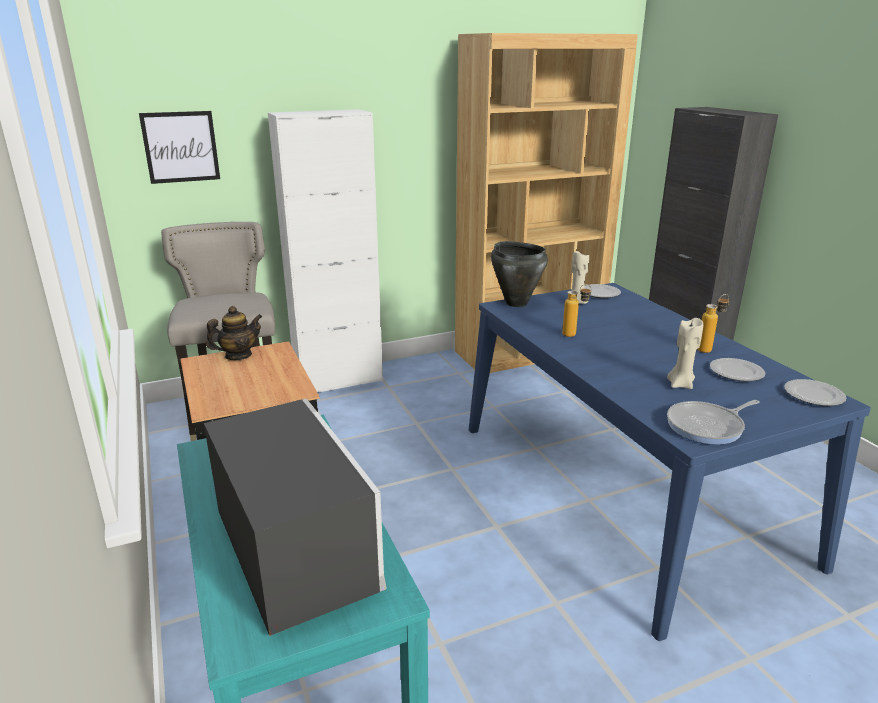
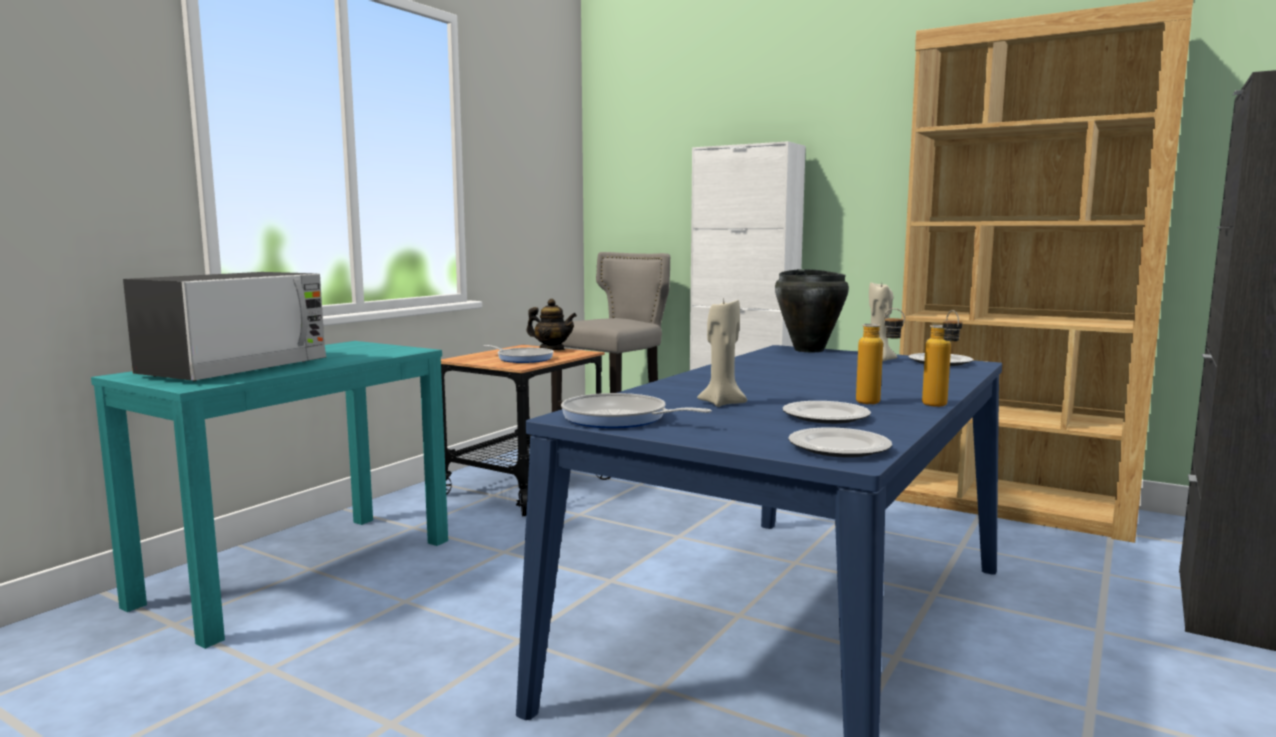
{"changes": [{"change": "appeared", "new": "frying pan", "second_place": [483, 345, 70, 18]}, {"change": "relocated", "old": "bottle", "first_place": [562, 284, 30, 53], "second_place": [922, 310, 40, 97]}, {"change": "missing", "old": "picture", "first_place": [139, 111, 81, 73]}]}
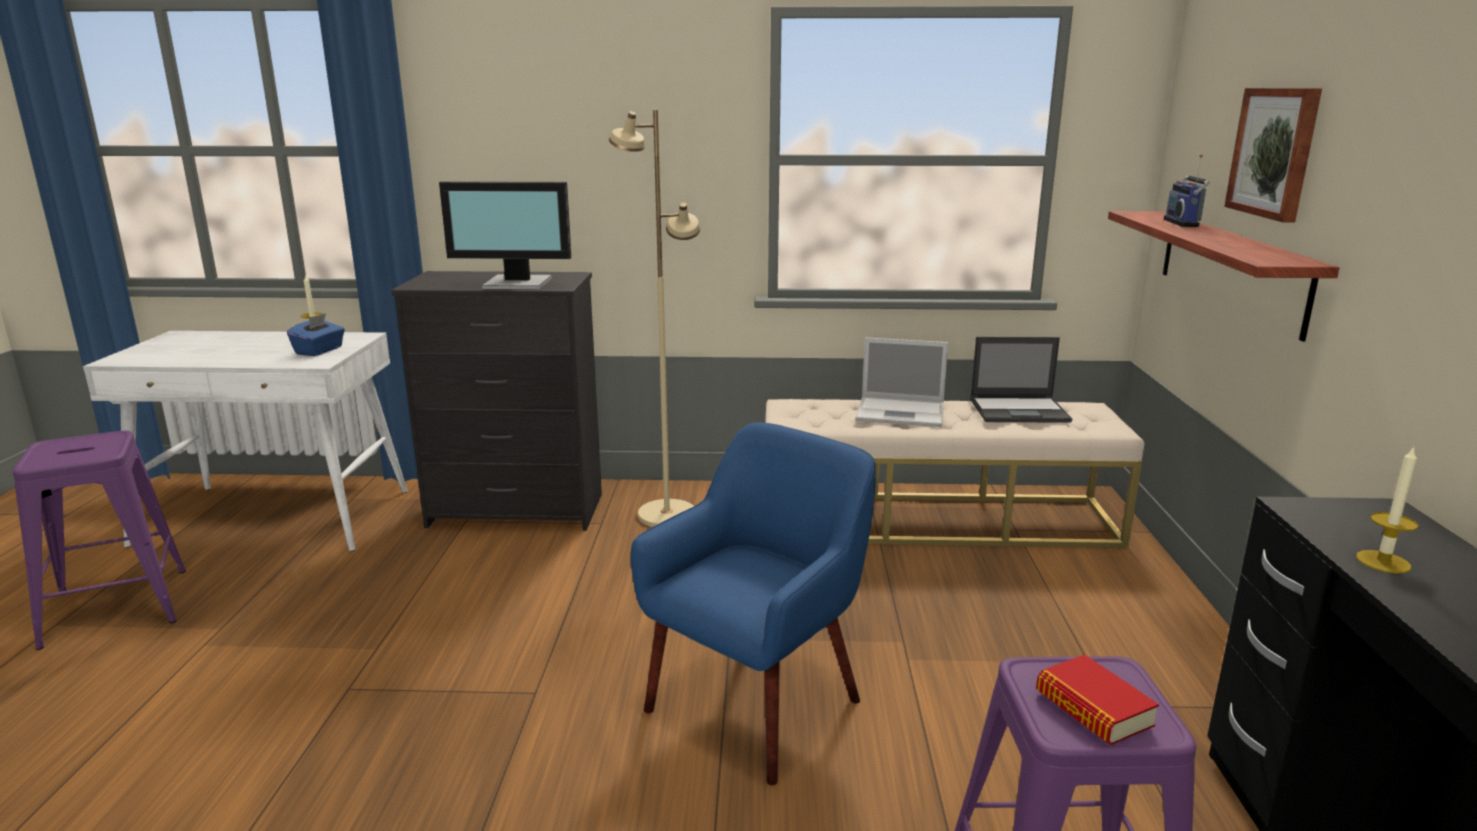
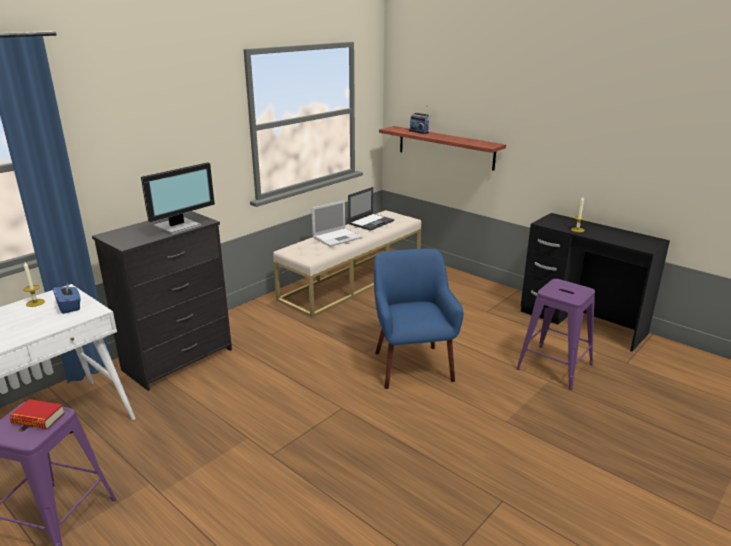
{"changes": [{"change": "relocated", "old": "book", "first_place": [1036, 655, 123, 90], "second_place": [9, 399, 56, 30]}, {"change": "missing", "old": "floor lamp/beige", "first_place": [609, 110, 91, 417]}, {"change": "missing", "old": "picture", "first_place": [1224, 88, 98, 134]}]}
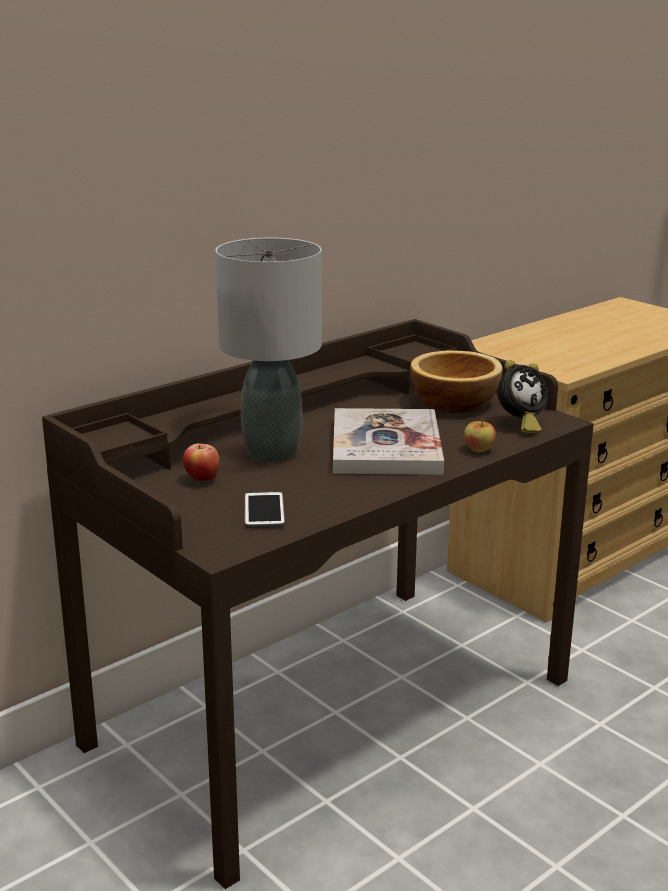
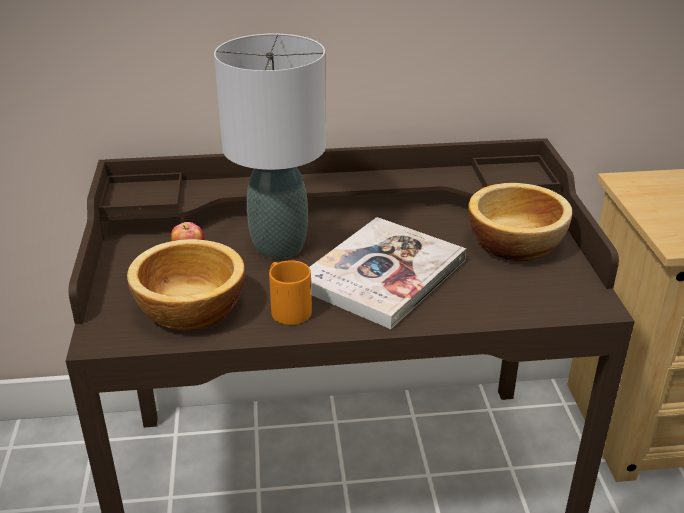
{"changes": [{"change": "exchanged", "old": "phone", "new": "bowl", "first_place": [244, 491, 41, 37], "second_place": [127, 239, 118, 92]}, {"change": "appeared", "new": "mug/orange", "second_place": [269, 260, 43, 65]}, {"change": "missing", "old": "apple", "first_place": [464, 419, 32, 33]}, {"change": "missing", "old": "alarm clock", "first_place": [498, 360, 50, 73]}]}
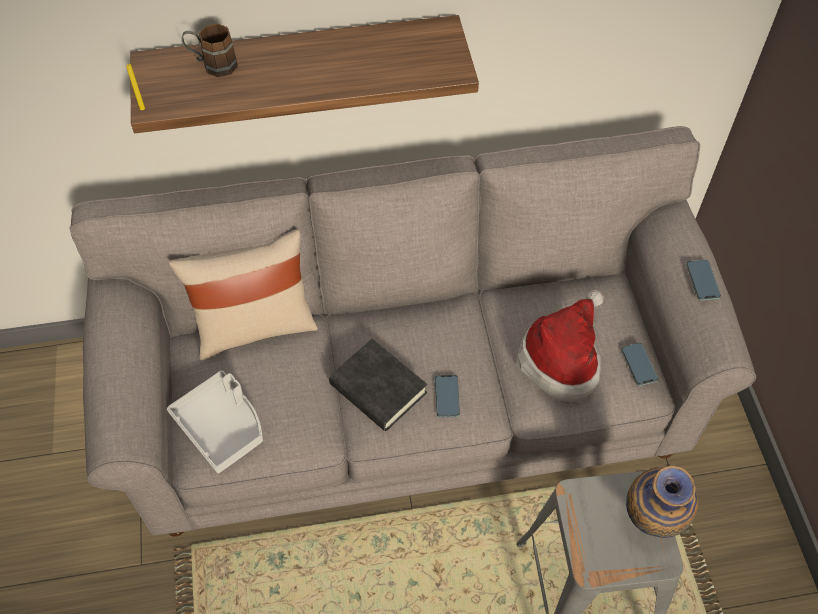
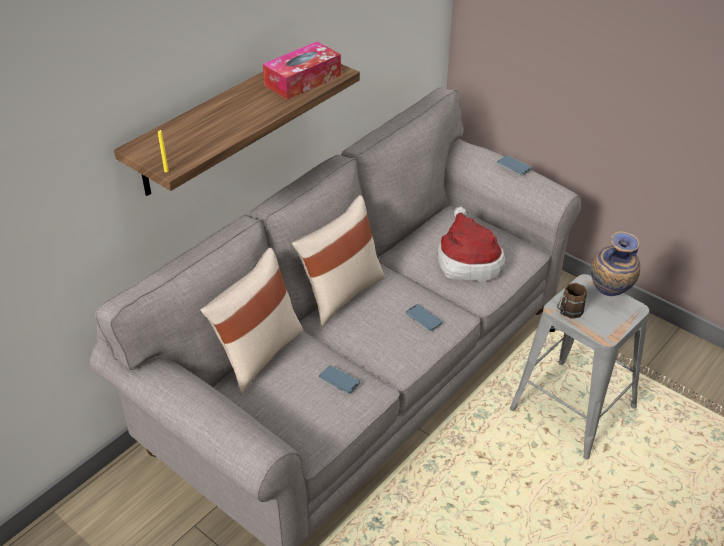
{"changes": [{"change": "appeared", "new": "tissue box", "second_place": [263, 42, 78, 58]}, {"change": "appeared", "new": "pillow/beige", "second_place": [292, 195, 93, 132]}, {"change": "relocated", "old": "phone", "first_place": [621, 343, 37, 43], "second_place": [319, 365, 41, 29]}, {"change": "relocated", "old": "mug/brown", "first_place": [182, 24, 56, 53], "second_place": [557, 283, 30, 36]}, {"change": "missing", "old": "tray/grey", "first_place": [167, 371, 96, 102]}, {"change": "missing", "old": "book/black", "first_place": [329, 339, 98, 92]}]}
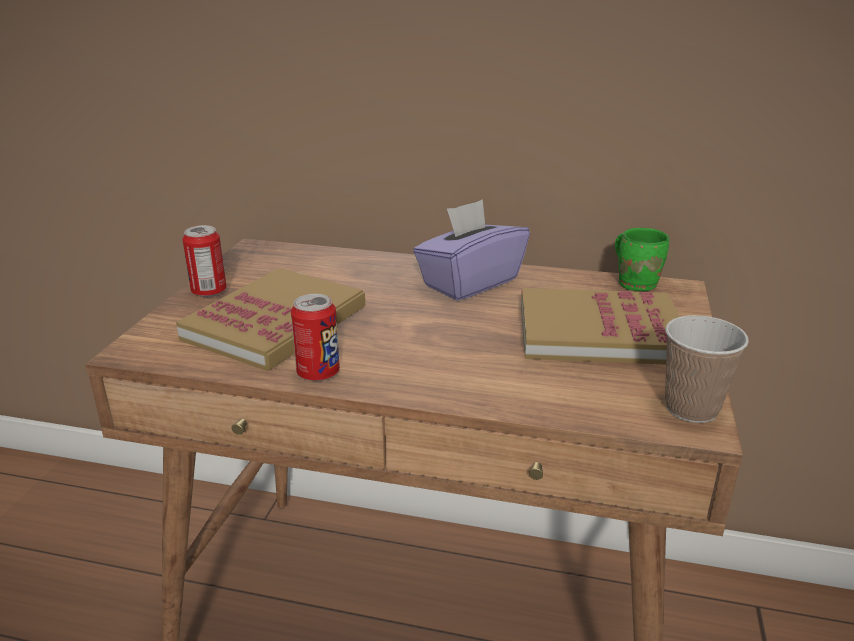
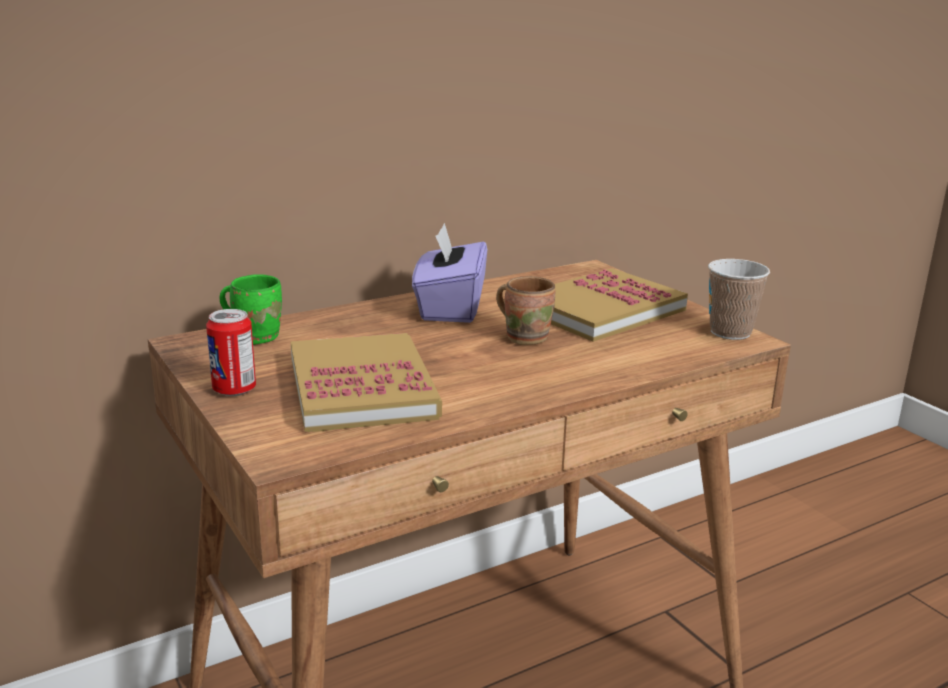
{"changes": [{"change": "relocated", "old": "mug/green", "first_place": [615, 228, 54, 63], "second_place": [220, 274, 62, 71]}, {"change": "appeared", "new": "mug/brown", "second_place": [496, 276, 59, 69]}, {"change": "missing", "old": "can", "first_place": [291, 294, 49, 87]}]}
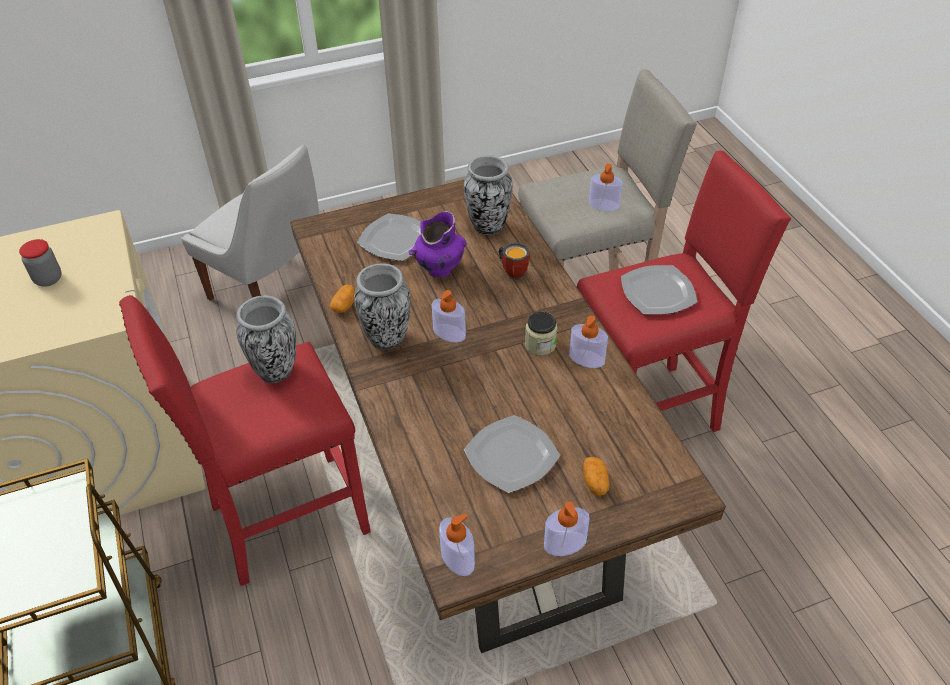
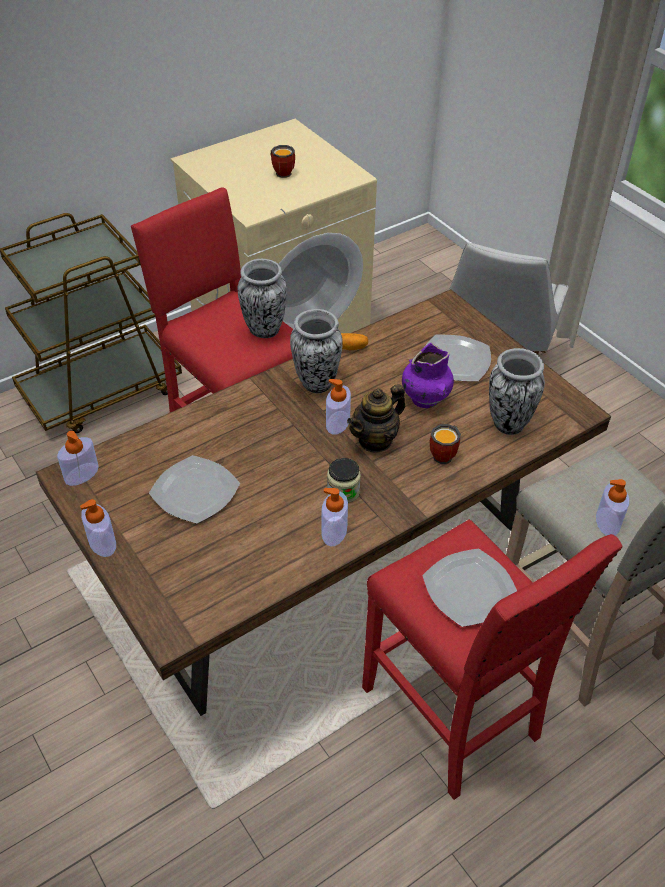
{"changes": [{"change": "exchanged", "old": "jar", "new": "mug", "first_place": [19, 239, 42, 48], "second_place": [271, 145, 24, 33]}, {"change": "appeared", "new": "teapot", "second_place": [347, 384, 58, 69]}, {"change": "missing", "old": "potato", "first_place": [583, 457, 26, 39]}]}
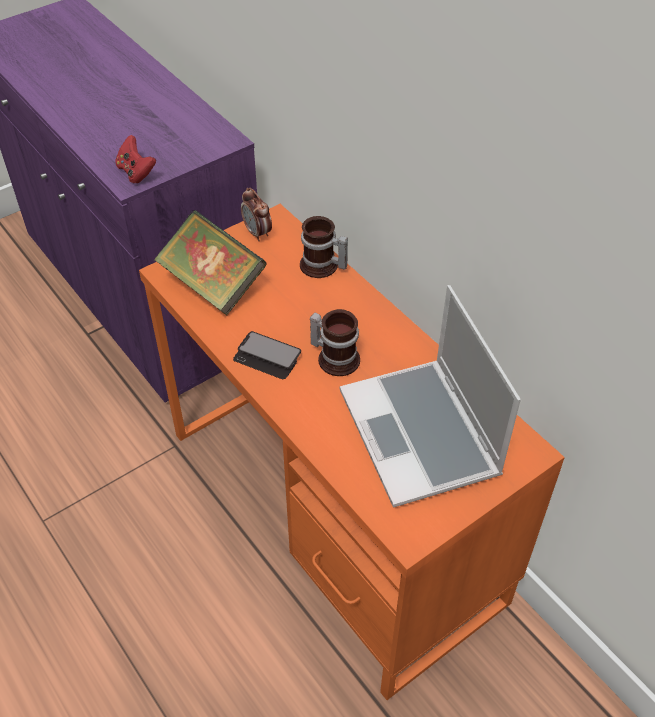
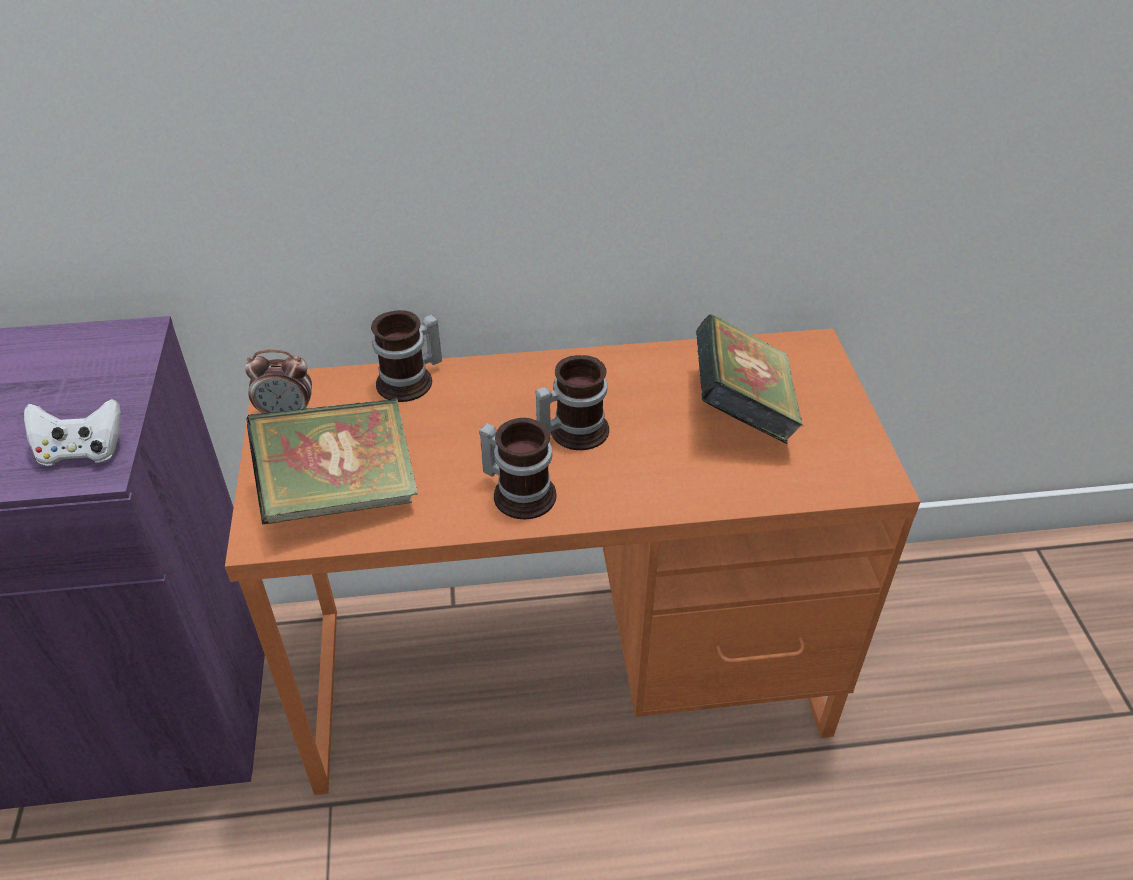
{"changes": [{"change": "colour", "old": "game controller/red", "new": "game controller/white", "first_place": [115, 135, 41, 48], "second_place": [24, 399, 97, 67]}, {"change": "exchanged", "old": "phone", "new": "mug", "first_place": [233, 331, 68, 48], "second_place": [479, 418, 77, 101]}, {"change": "exchanged", "old": "laptop", "new": "book", "first_place": [340, 285, 181, 223], "second_place": [696, 314, 107, 130]}]}
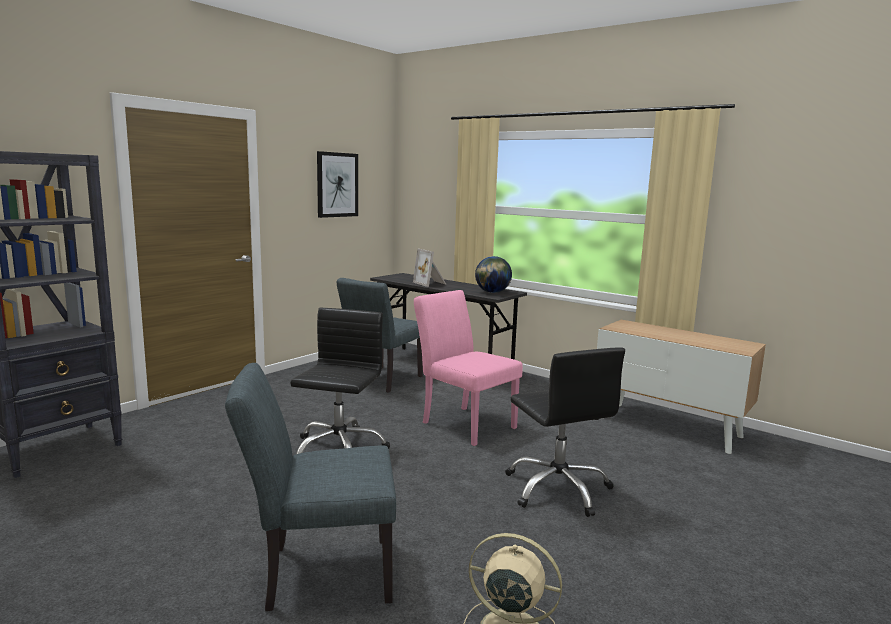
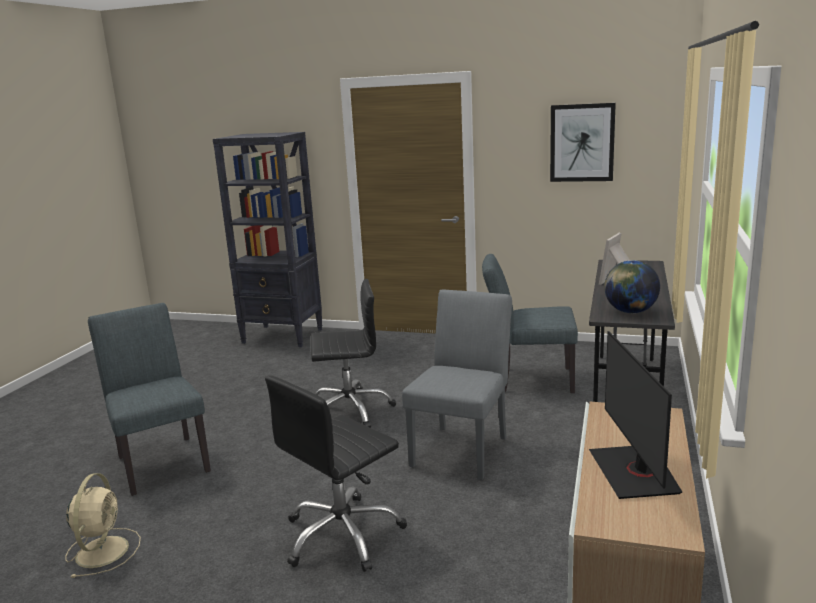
{"changes": [{"change": "colour", "old": "chair/pink", "new": "chair/grey", "first_place": [414, 290, 109, 156], "second_place": [402, 290, 110, 190]}, {"change": "appeared", "new": "monitor", "second_place": [589, 331, 93, 168]}]}
